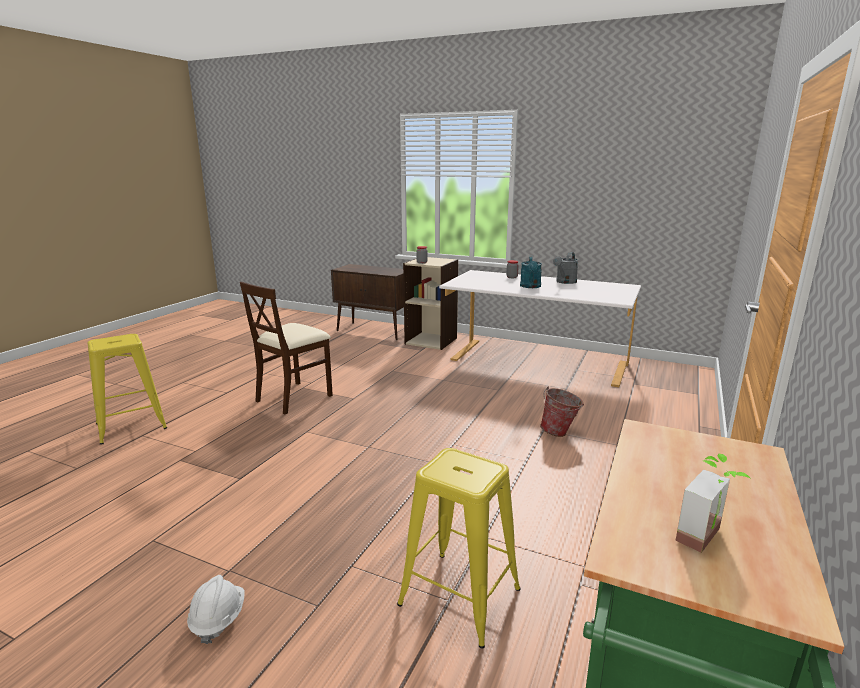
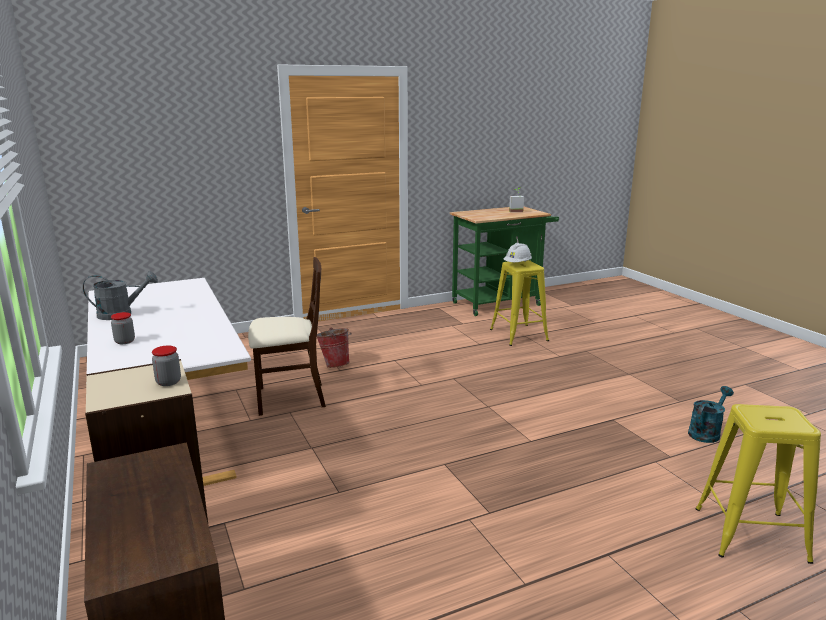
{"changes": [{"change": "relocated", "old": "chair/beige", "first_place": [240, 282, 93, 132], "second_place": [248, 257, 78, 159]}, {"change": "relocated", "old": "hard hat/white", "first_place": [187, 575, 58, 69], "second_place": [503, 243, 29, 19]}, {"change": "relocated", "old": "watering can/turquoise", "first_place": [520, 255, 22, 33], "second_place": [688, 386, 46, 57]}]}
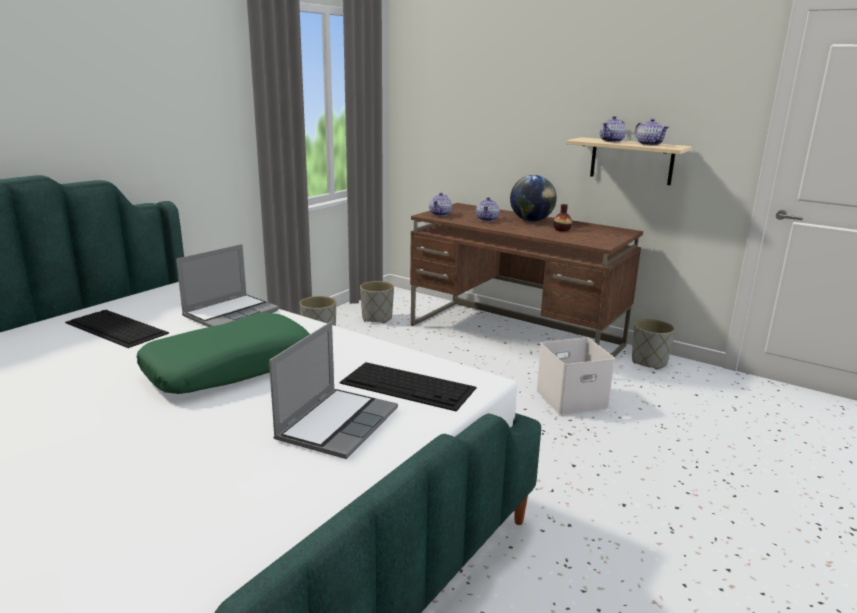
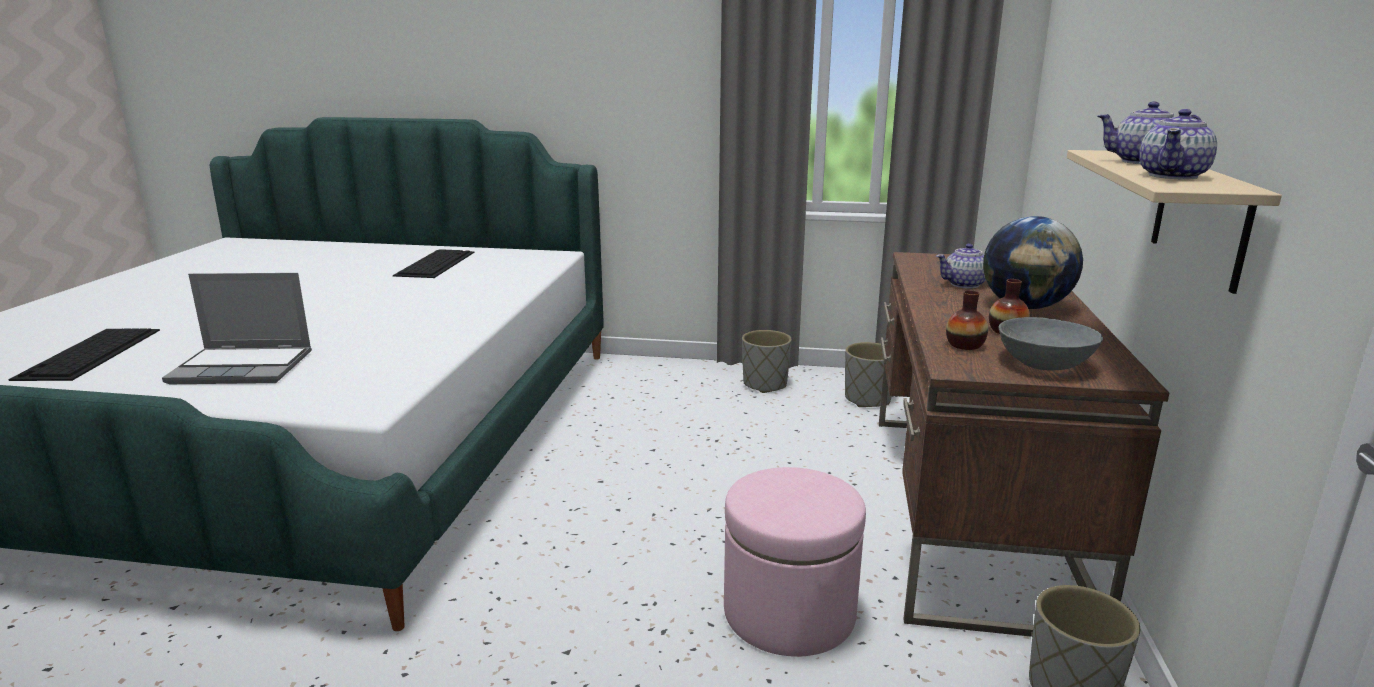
{"changes": [{"change": "relocated", "old": "keyboard", "first_place": [340, 362, 137, 50], "second_place": [8, 328, 152, 53]}, {"change": "exchanged", "old": "storage box/white", "new": "ottoman/pink", "first_place": [536, 337, 79, 79], "second_place": [724, 467, 142, 190]}, {"change": "appeared", "new": "vase", "second_place": [946, 290, 42, 60]}, {"change": "appeared", "new": "bowl/grey", "second_place": [999, 317, 104, 54]}, {"change": "missing", "old": "pillow/green", "first_place": [137, 313, 173, 81]}, {"change": "missing", "old": "laptop", "first_place": [176, 244, 103, 83]}, {"change": "missing", "old": "teapot", "first_place": [429, 193, 23, 23]}]}
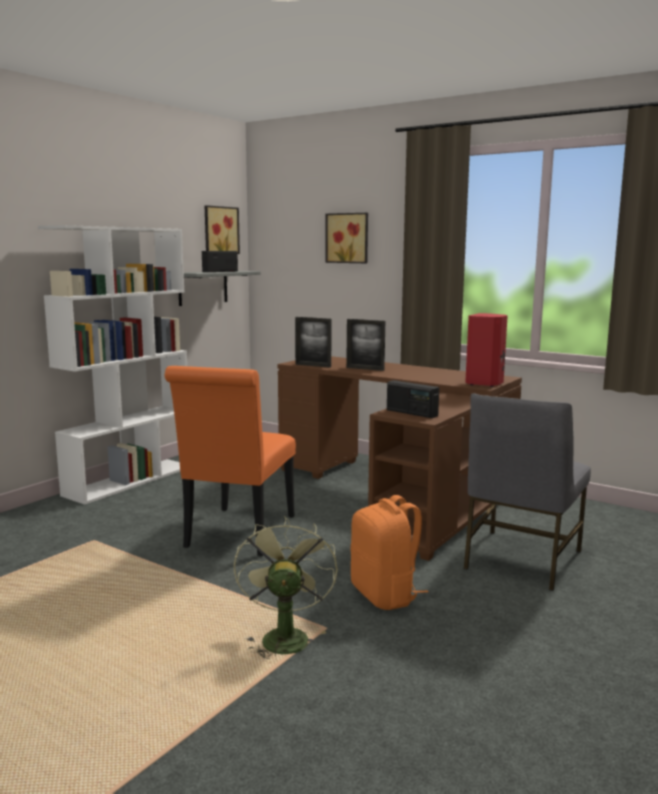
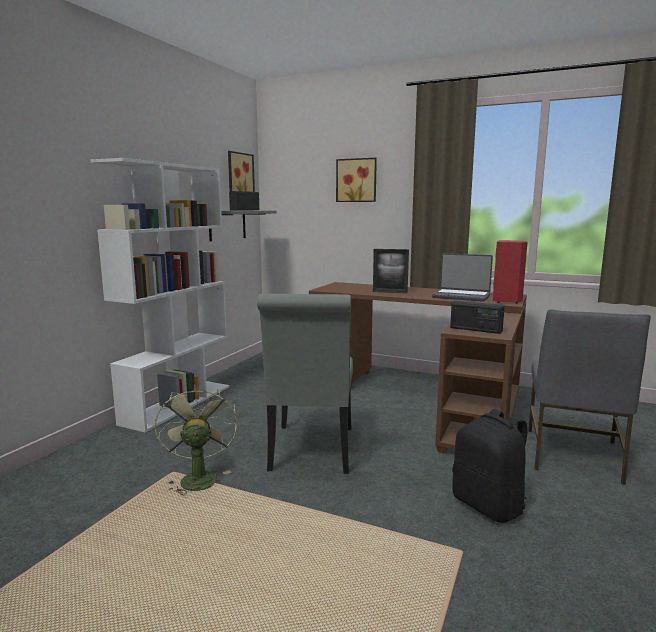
{"changes": [{"change": "relocated", "old": "fan/green", "first_place": [234, 516, 104, 147], "second_place": [155, 384, 83, 111]}, {"change": "colour", "old": "chair/orange", "new": "chair/grey", "first_place": [165, 366, 131, 190], "second_place": [257, 294, 96, 180]}, {"change": "appeared", "new": "laptop", "second_place": [432, 253, 61, 49]}, {"change": "colour", "old": "backpack/orange", "new": "backpack/black", "first_place": [351, 495, 77, 115], "second_place": [452, 409, 76, 114]}, {"change": "missing", "old": "picture frame", "first_place": [295, 317, 37, 51]}]}
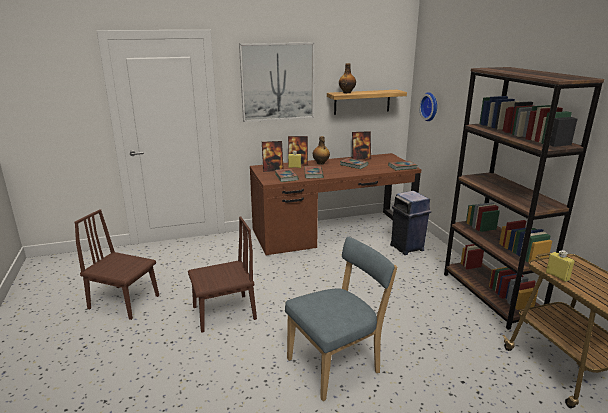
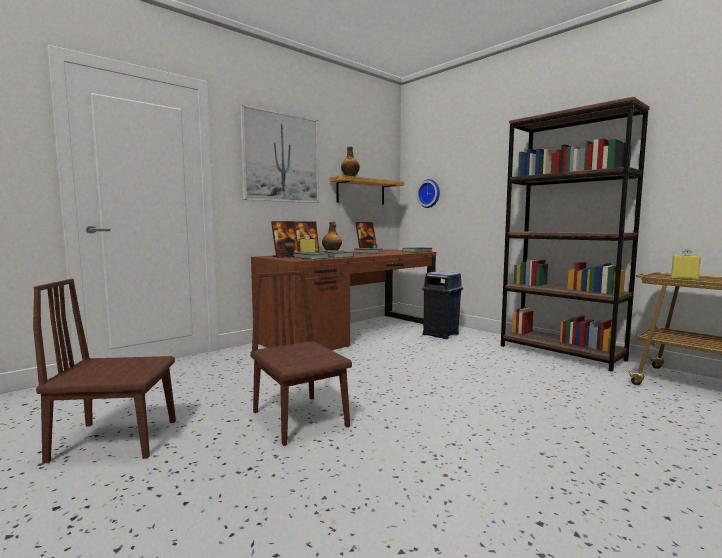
{"changes": [{"change": "spun", "old": "chair/brown", "first_place": [188, 216, 69, 117], "second_place": [250, 271, 102, 175], "degrees": -75}, {"change": "missing", "old": "chair/blue", "first_place": [285, 237, 112, 164]}]}
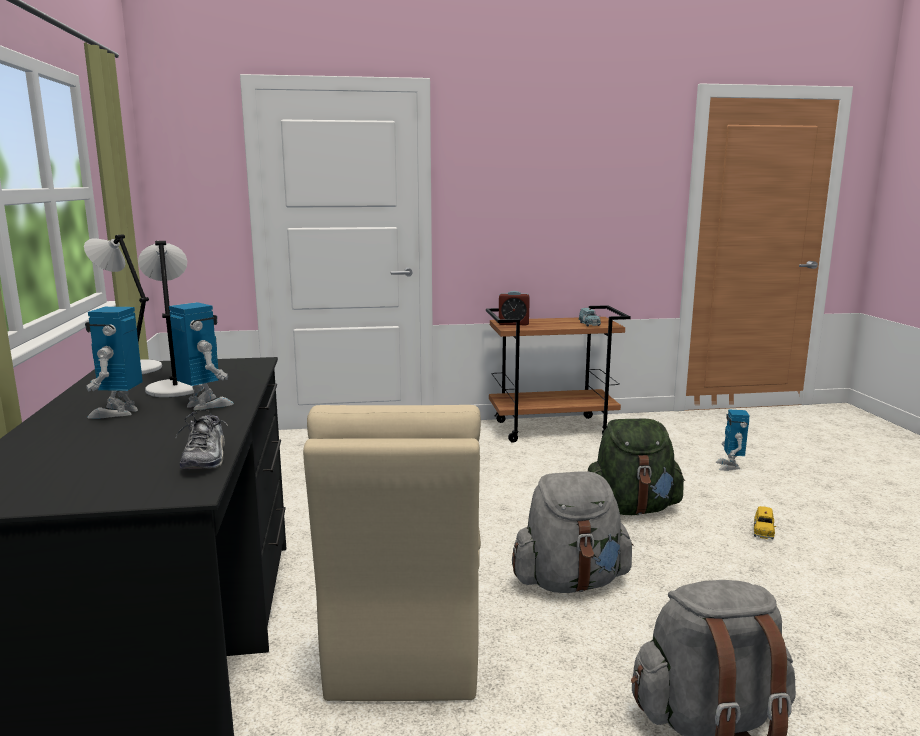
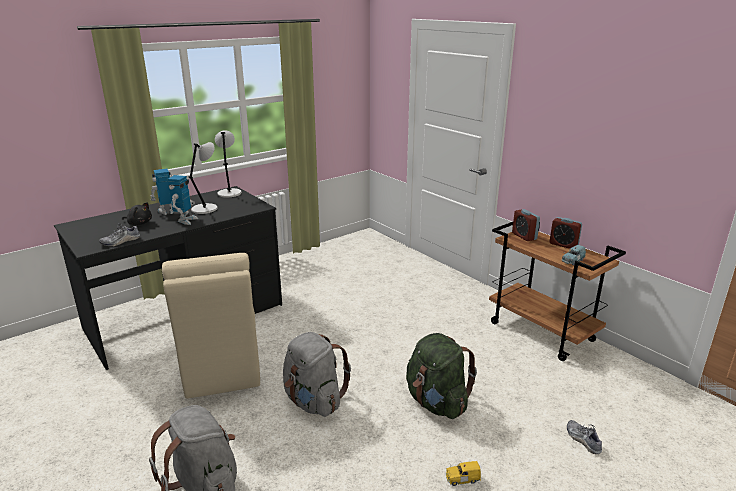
{"changes": [{"change": "appeared", "new": "plush toy/black", "second_place": [122, 202, 30, 23]}, {"change": "spun", "old": "chair/beige", "first_place": [303, 405, 178, 296], "second_place": [162, 253, 98, 146], "degrees": -75}, {"change": "appeared", "new": "alarm clock", "second_place": [549, 217, 33, 32]}, {"change": "exchanged", "old": "toy robot", "new": "shoe", "first_place": [716, 409, 34, 62], "second_place": [567, 420, 35, 34]}]}
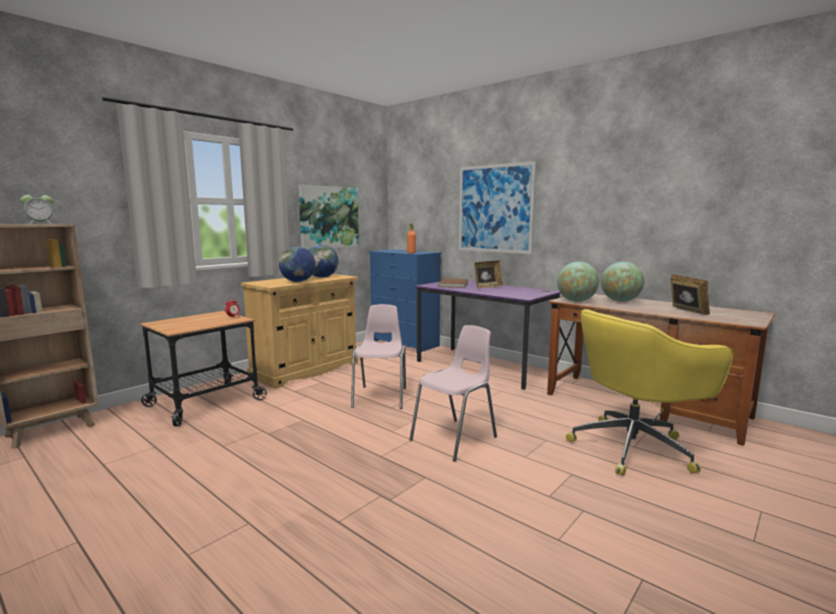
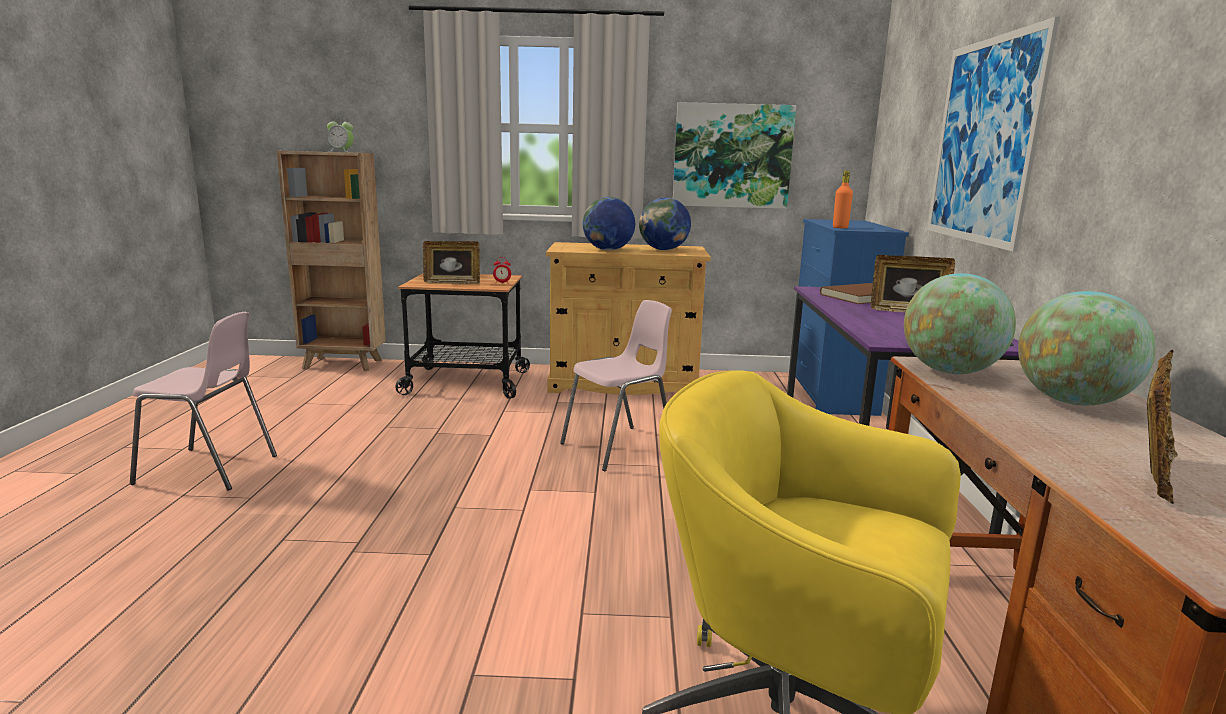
{"changes": [{"change": "relocated", "old": "chair/pink", "first_place": [409, 325, 88, 137], "second_place": [130, 312, 147, 178]}, {"change": "appeared", "new": "picture frame", "second_place": [423, 241, 57, 43]}]}
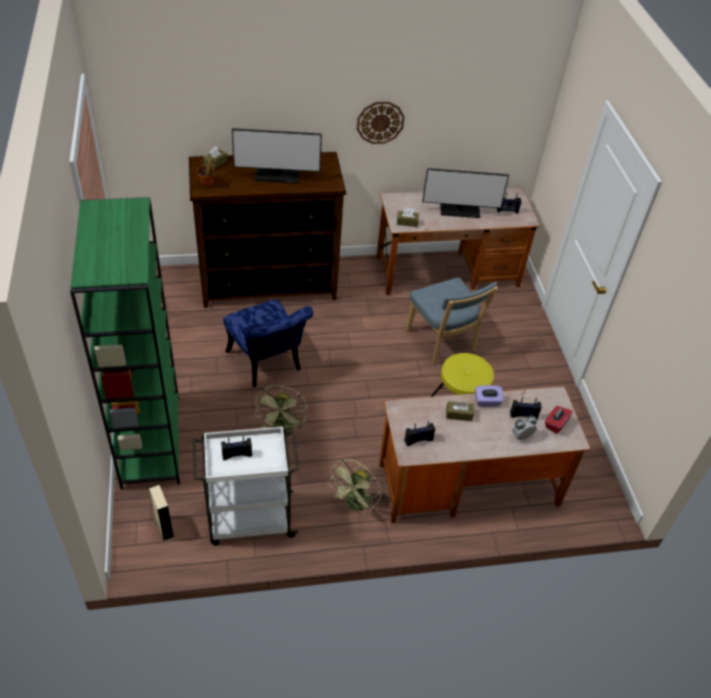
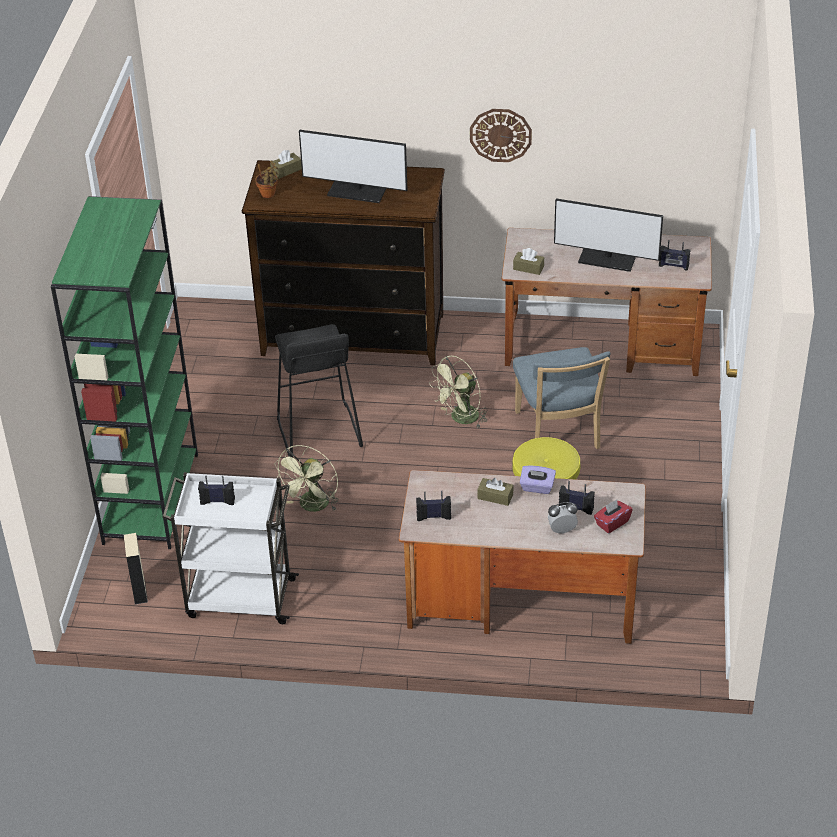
{"changes": [{"change": "exchanged", "old": "chair/blue", "new": "stool/black", "first_place": [223, 300, 90, 87], "second_place": [275, 324, 88, 133]}, {"change": "relocated", "old": "fan/green", "first_place": [328, 459, 53, 54], "second_place": [429, 356, 59, 73]}]}
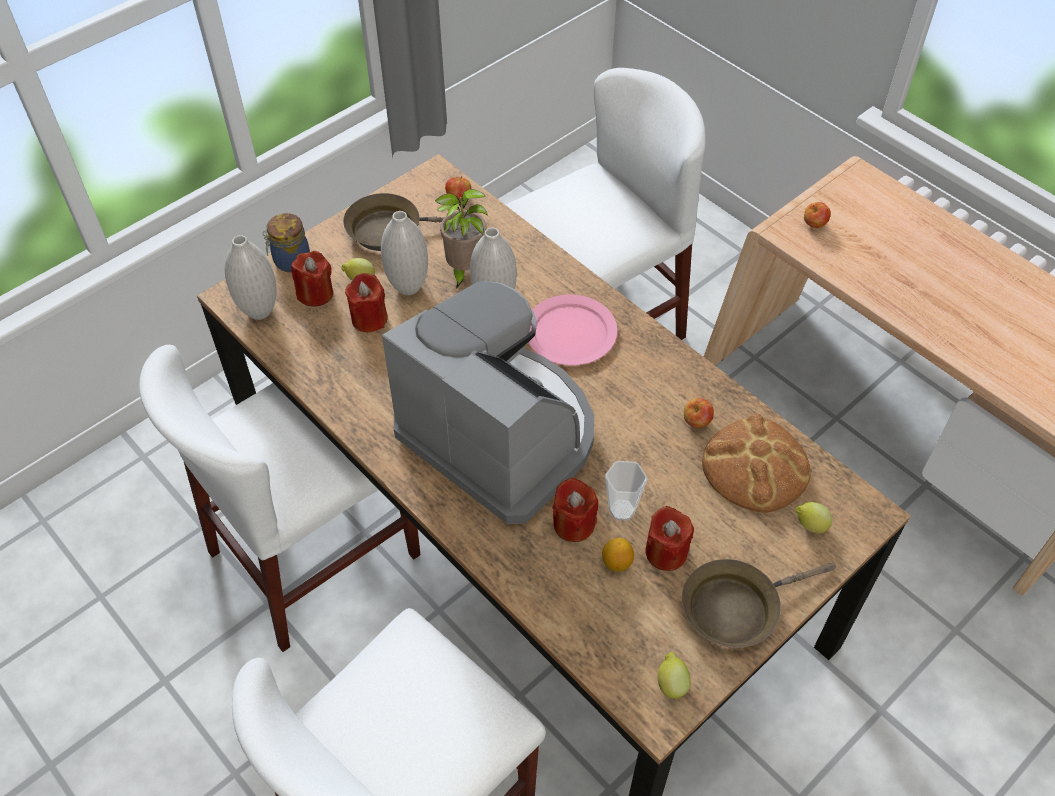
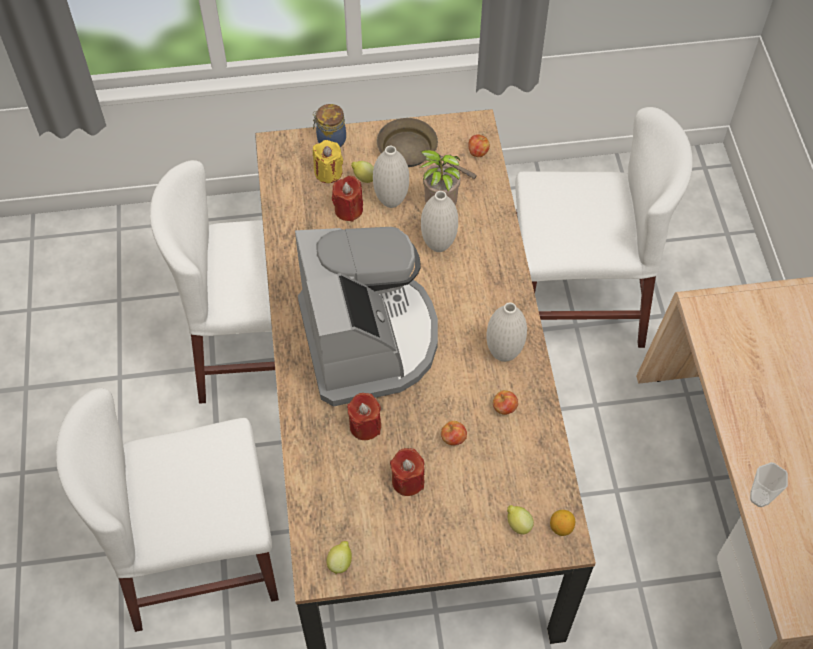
{"changes": [{"change": "colour", "old": "candle/red", "new": "candle/yellow", "first_place": [291, 251, 42, 56], "second_place": [313, 140, 30, 43]}, {"change": "relocated", "old": "apple", "first_place": [804, 202, 27, 26], "second_place": [441, 421, 26, 25]}, {"change": "relocated", "old": "vase/white", "first_place": [224, 235, 53, 85], "second_place": [486, 303, 41, 59]}, {"change": "relocated", "old": "lemon", "first_place": [602, 538, 32, 34], "second_place": [550, 510, 25, 26]}, {"change": "relocated", "old": "cup", "first_place": [605, 461, 42, 60], "second_place": [750, 462, 38, 45]}, {"change": "missing", "old": "plate/pink", "first_place": [528, 294, 89, 71]}, {"change": "missing", "old": "frying pan/brown", "first_place": [682, 559, 154, 89]}, {"change": "missing", "old": "bread", "first_place": [702, 413, 109, 100]}]}
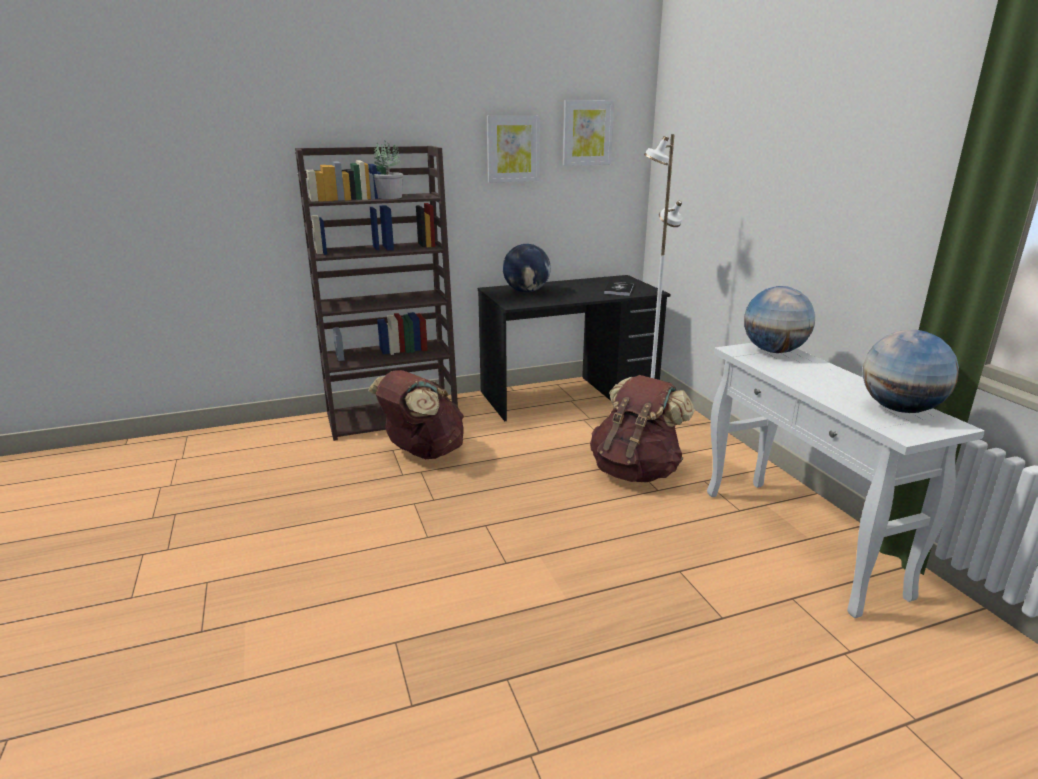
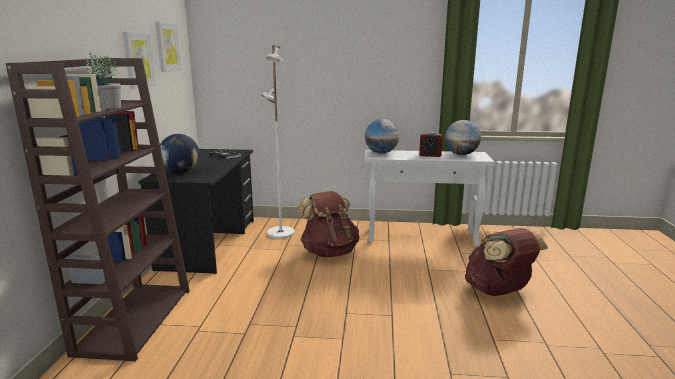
{"changes": [{"change": "appeared", "new": "alarm clock", "second_place": [419, 132, 24, 25]}, {"change": "relocated", "old": "backpack/brown", "first_place": [368, 370, 96, 89], "second_place": [465, 228, 83, 68]}]}
